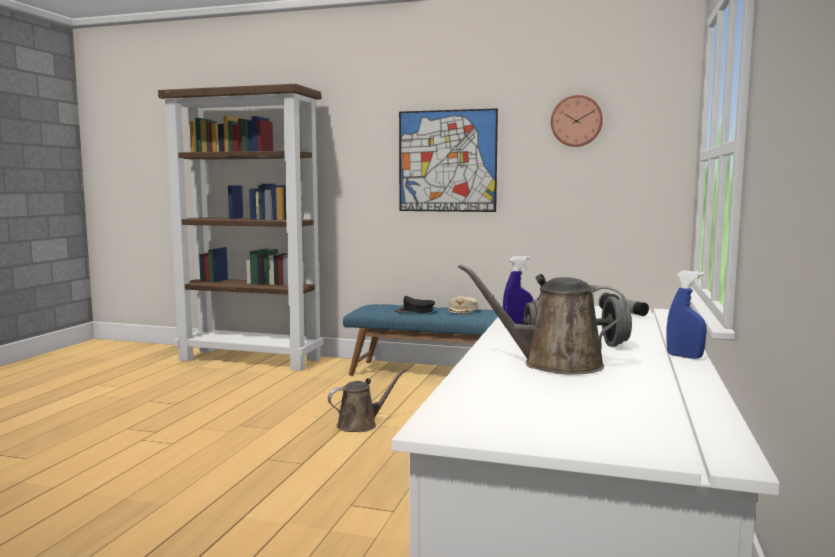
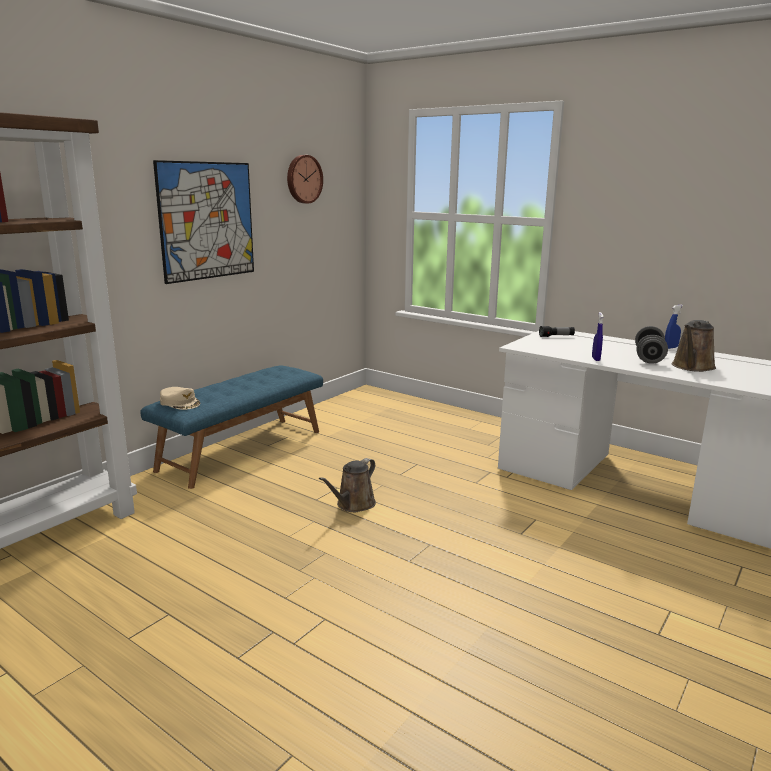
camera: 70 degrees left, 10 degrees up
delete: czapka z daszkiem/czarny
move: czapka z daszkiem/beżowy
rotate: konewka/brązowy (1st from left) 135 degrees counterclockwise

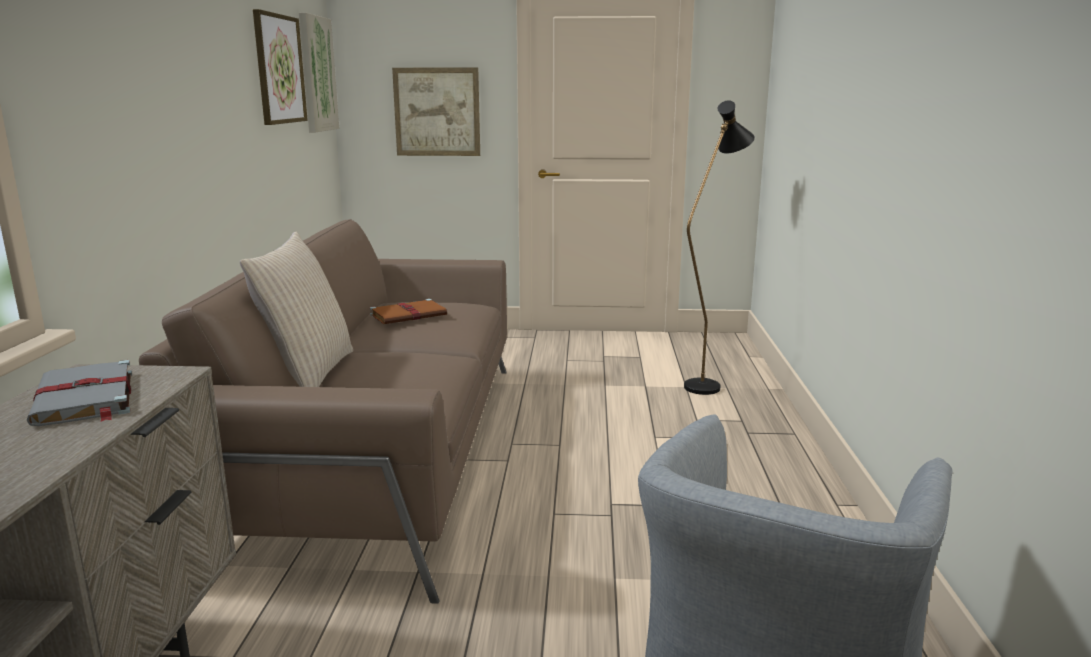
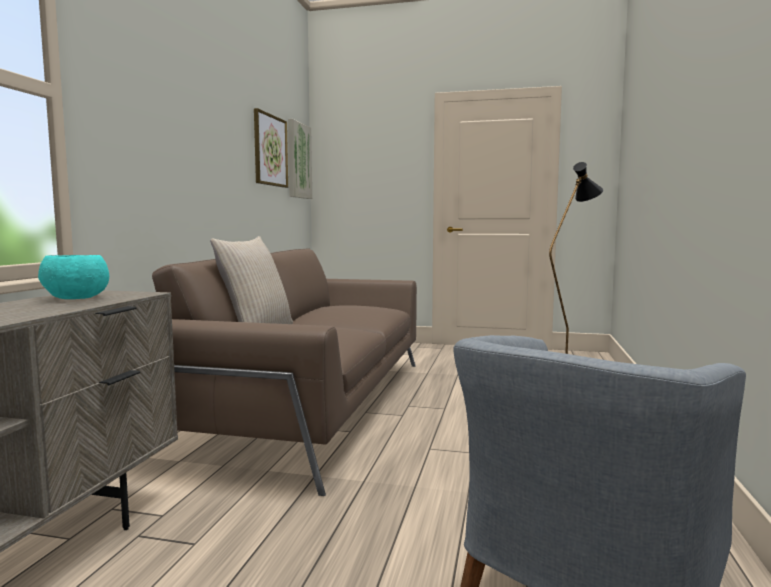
camera: 10 degrees right, 10 degrees down
delete: obraz (3rd from left); książka/brązowy
replace: książka/szary to miska/turkusowy

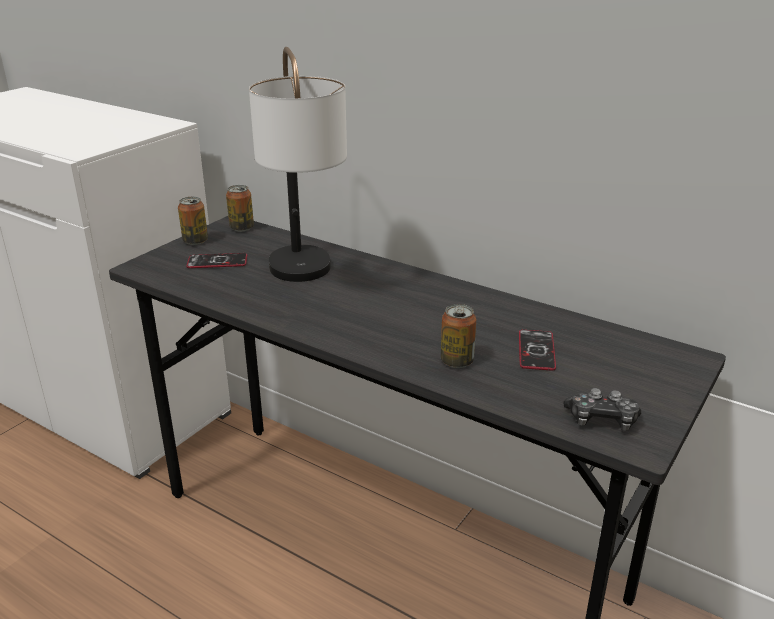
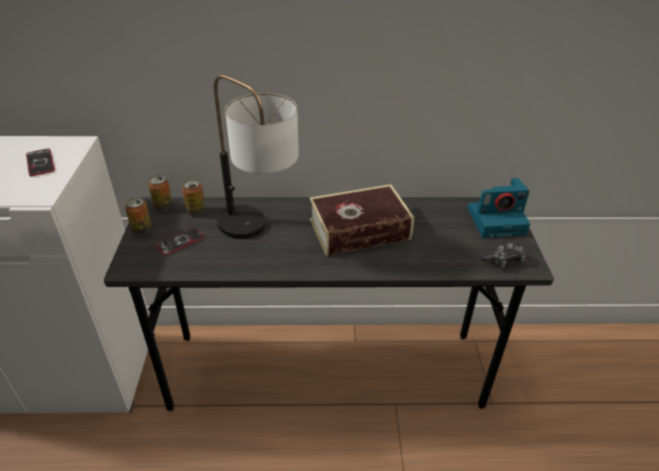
camera: 35 degrees left, 10 degrees up
insert: aparat fotograficzny; książka
move: puszka (3rd from left); telefon (2nd from left in the first image) to telefon (1st from left)

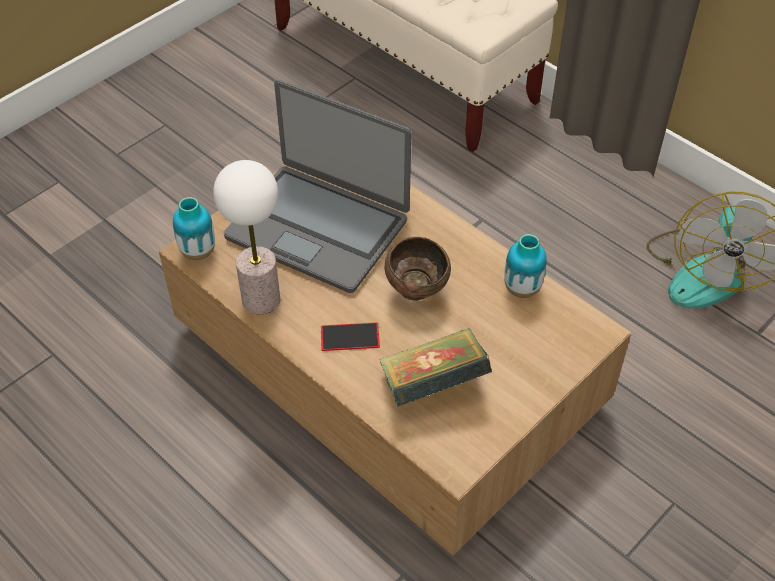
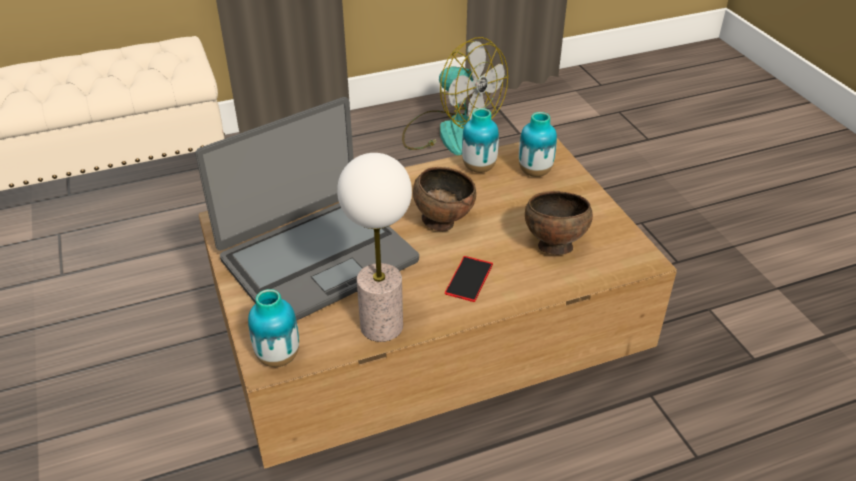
camera: 65 degrees left, 10 degrees down
insert: wazon (3rd from left)
replace: książka to miska/brązowy (2nd from left)

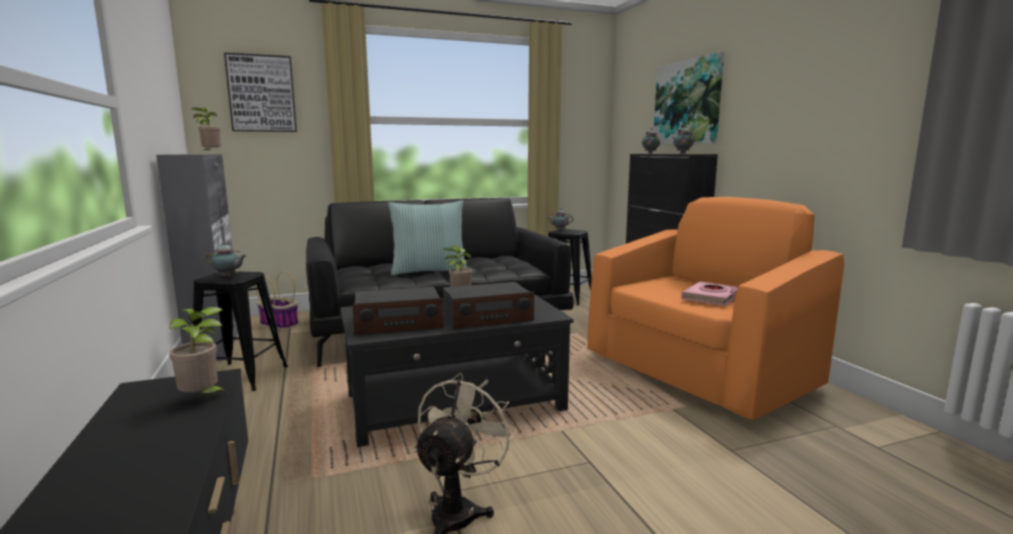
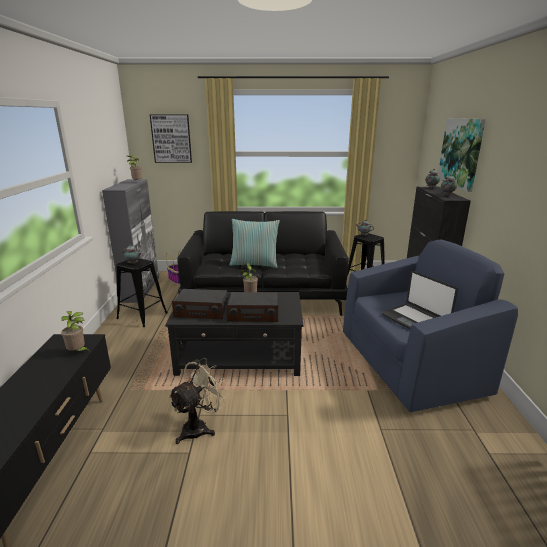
camera: 20 degrees right, 10 degrees up
replace: książka/różowy to laptop
recolor: fotel/pomarańczowy to fotel/niebieski

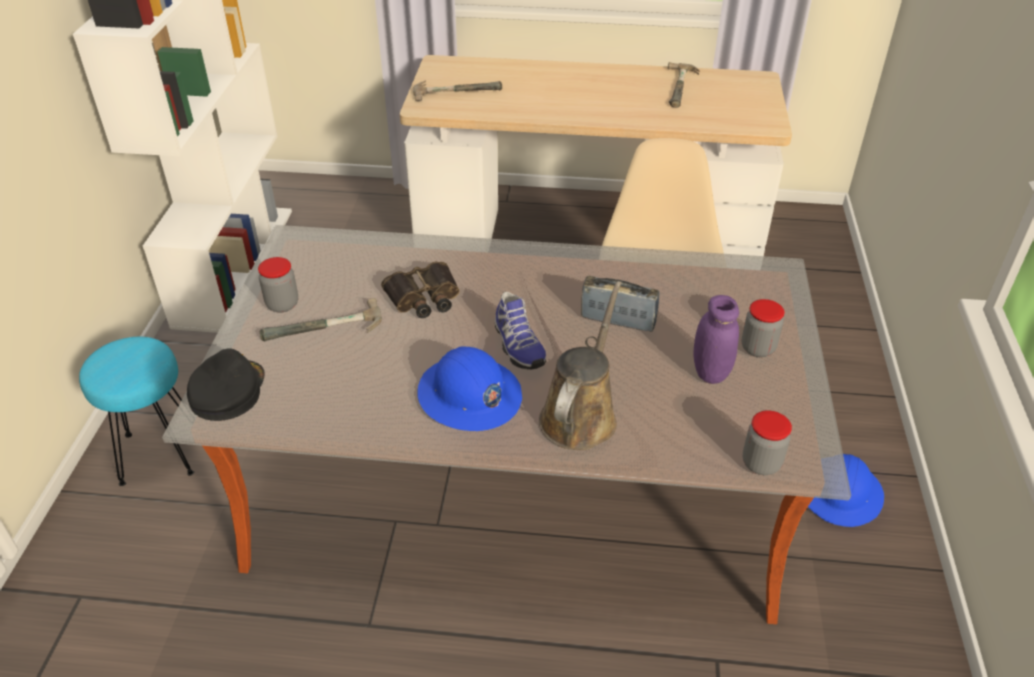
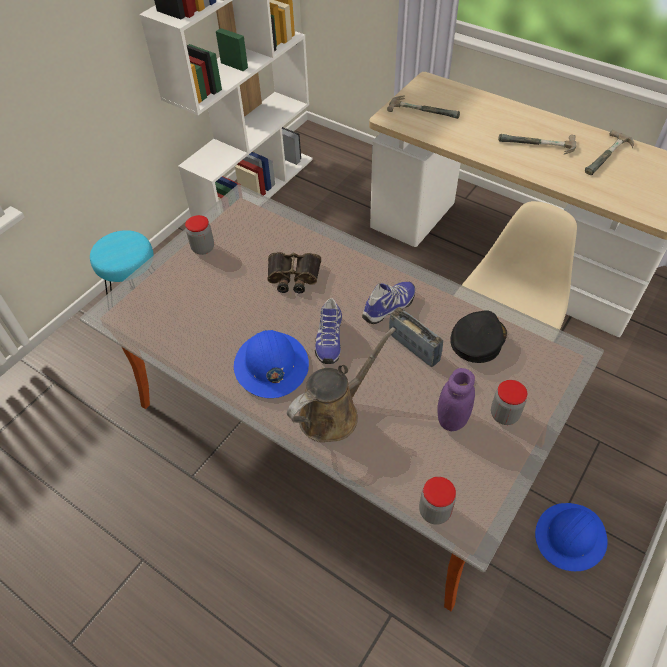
camera: 30 degrees right, 10 degrees up
insert: but (2nd from left)
move: młotek (1st from left in the first image) to młotek (2nd from left); czapka z daszkiem/czarny

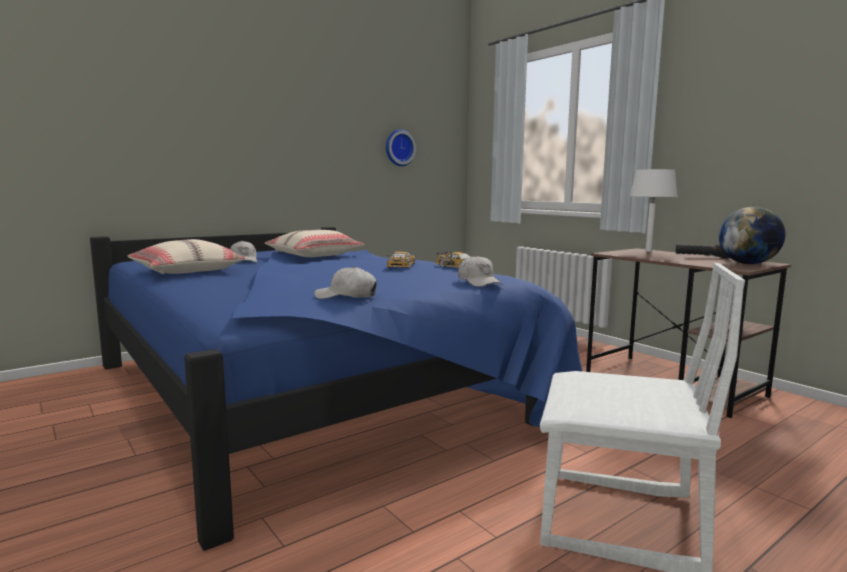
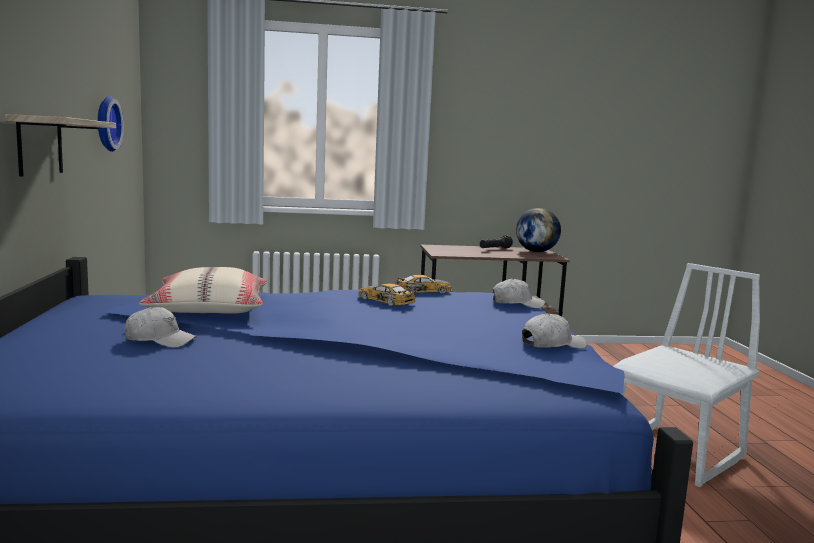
camera: 60 degrees left, 0 degrees up
delete: lampa stołowa/biały; poduszka/beżowy (1st from left)
insert: półka
rotate: czapka z daszkiem/biały (2nd from left in the first image) 150 degrees counterclockwise

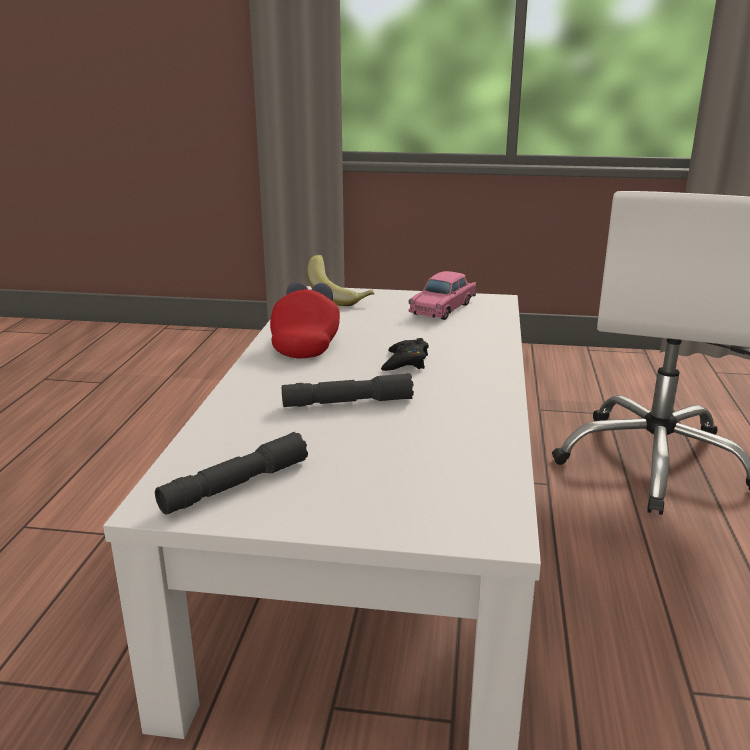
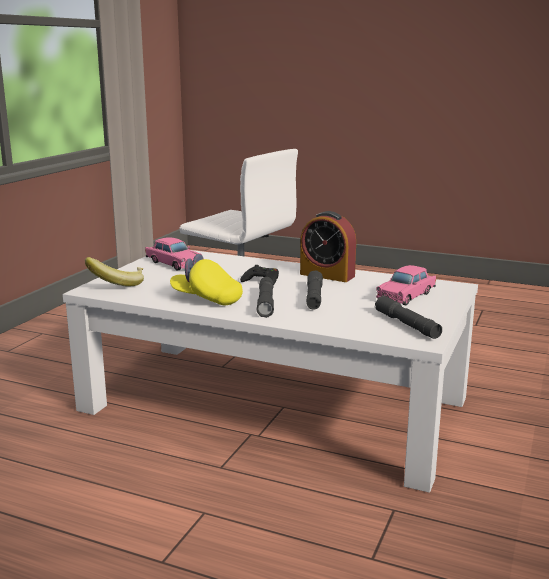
camera: 75 degrees left, 5 degrees down
insert: budzik; samochodzik/różowy (2nd from left); latarka/szary (1st from left)
recolor: czapka z daszkiem/czerwony to czapka z daszkiem/żółty

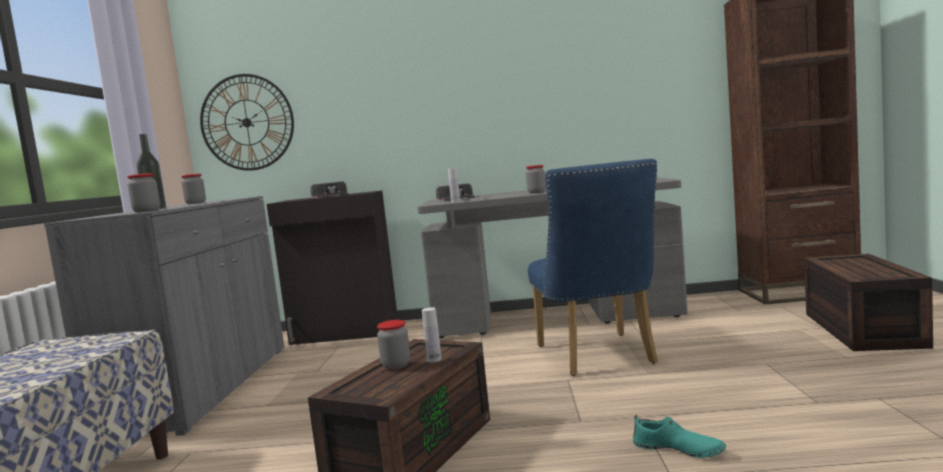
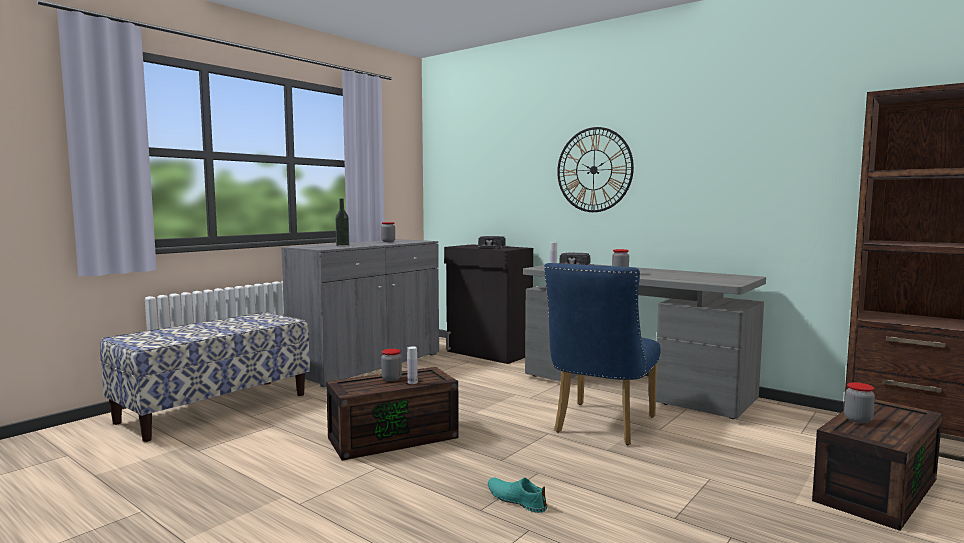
camera: 35 degrees right, 0 degrees up
move: zegar ścienny; słoik (1st from left in the first image) to słoik (4th from left)
rotate: but/turkusowy 150 degrees clockwise

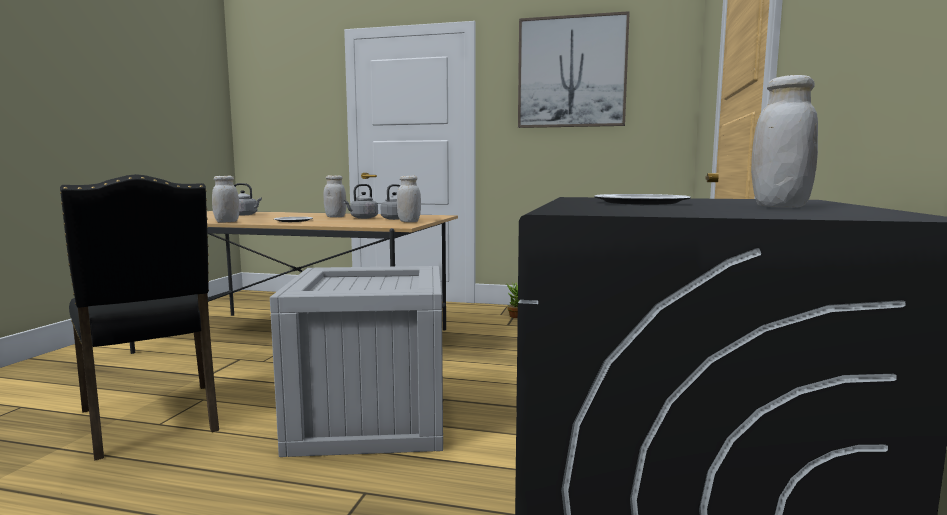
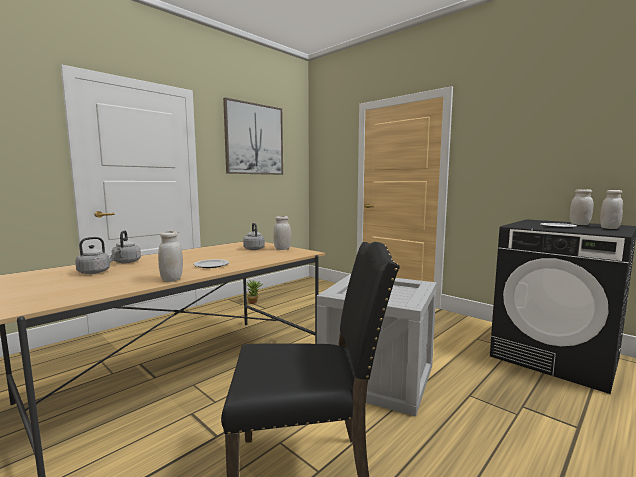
camera: 60 degrees left, 0 degrees up
move: słoik/biały (2nd from left in the first image) to słoik/biały (4th from left); czajnik/szary (2nd from left)

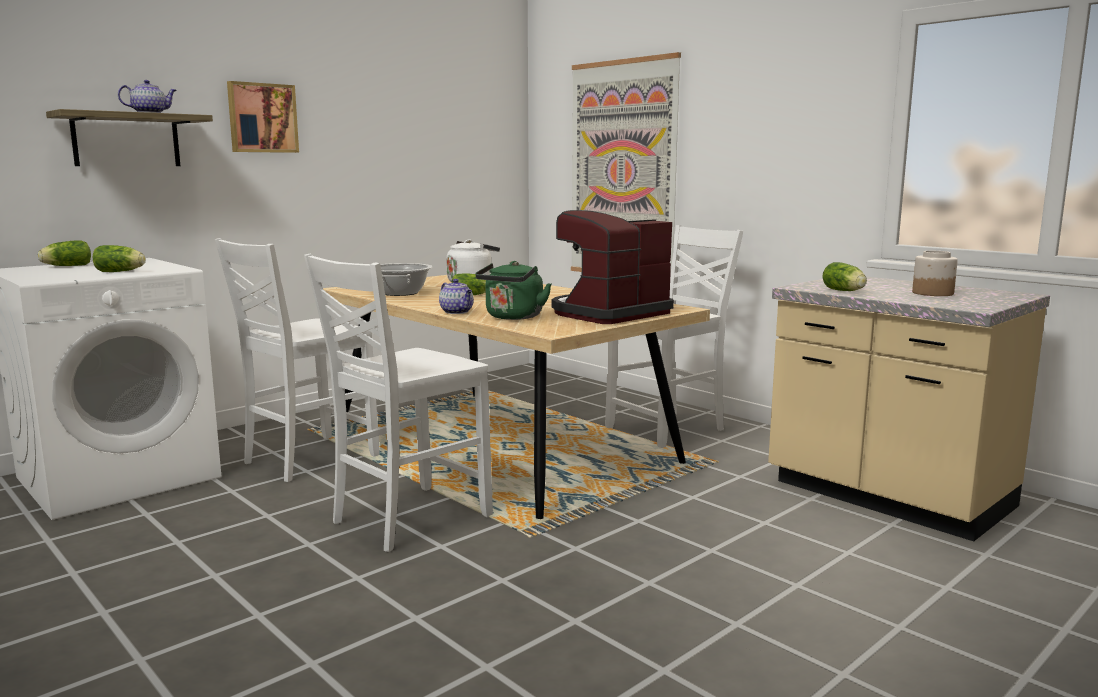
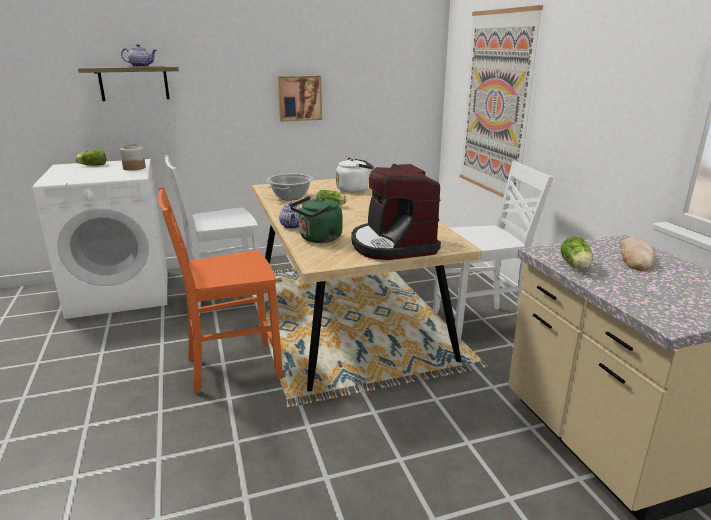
camera: 25 degrees right, 10 degrees up
delete: sałata (2nd from left)
insert: chleb
move: obraz (1st from left); słoik
recolor: krzesło/biały (2nd from left) to krzesło/pomarańczowy
rotate: ekspres do kawy 90 degrees counterclockwise

